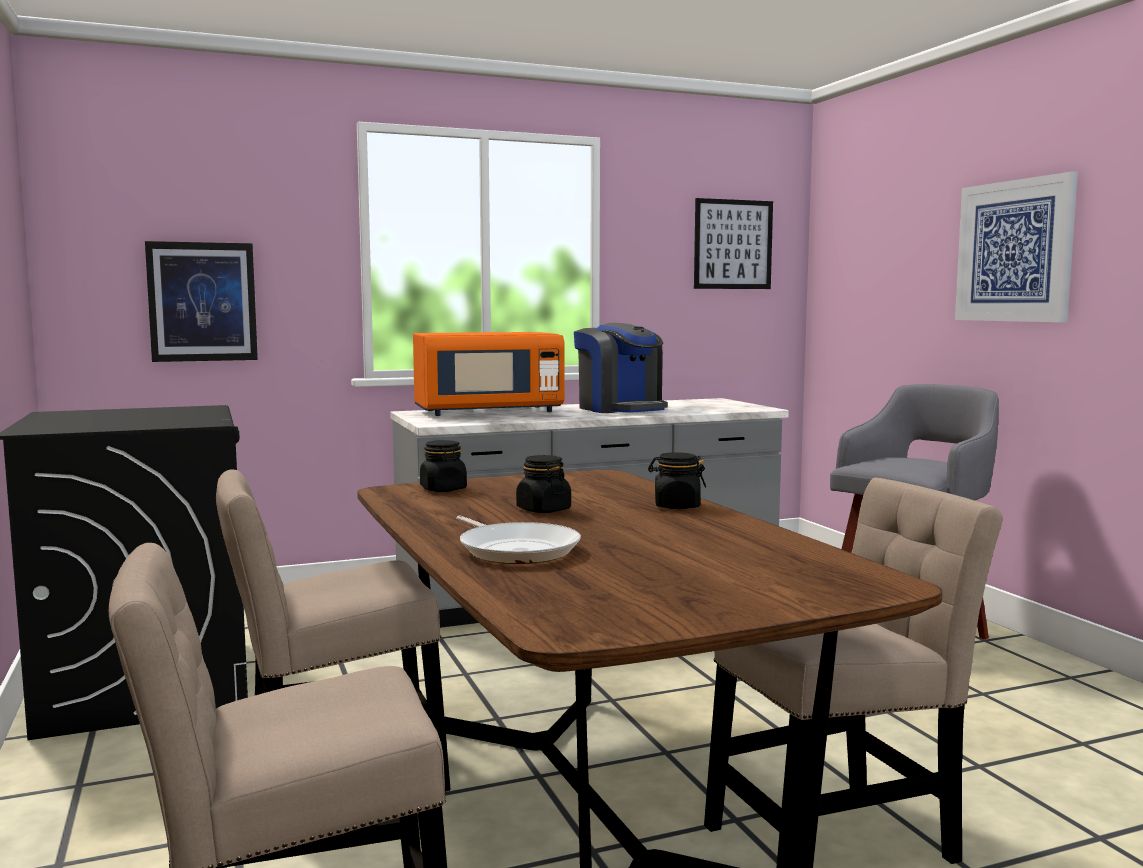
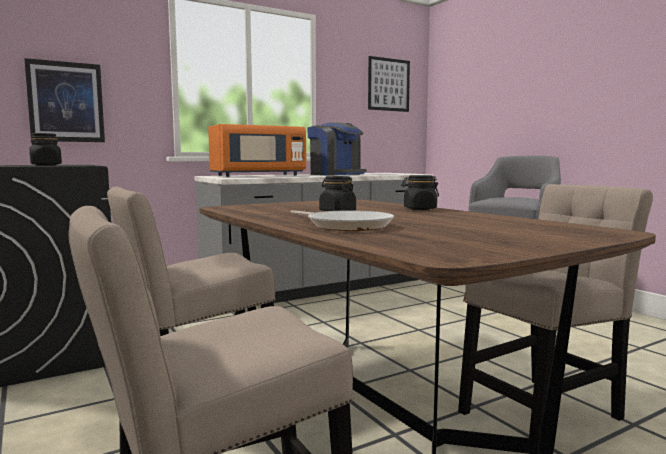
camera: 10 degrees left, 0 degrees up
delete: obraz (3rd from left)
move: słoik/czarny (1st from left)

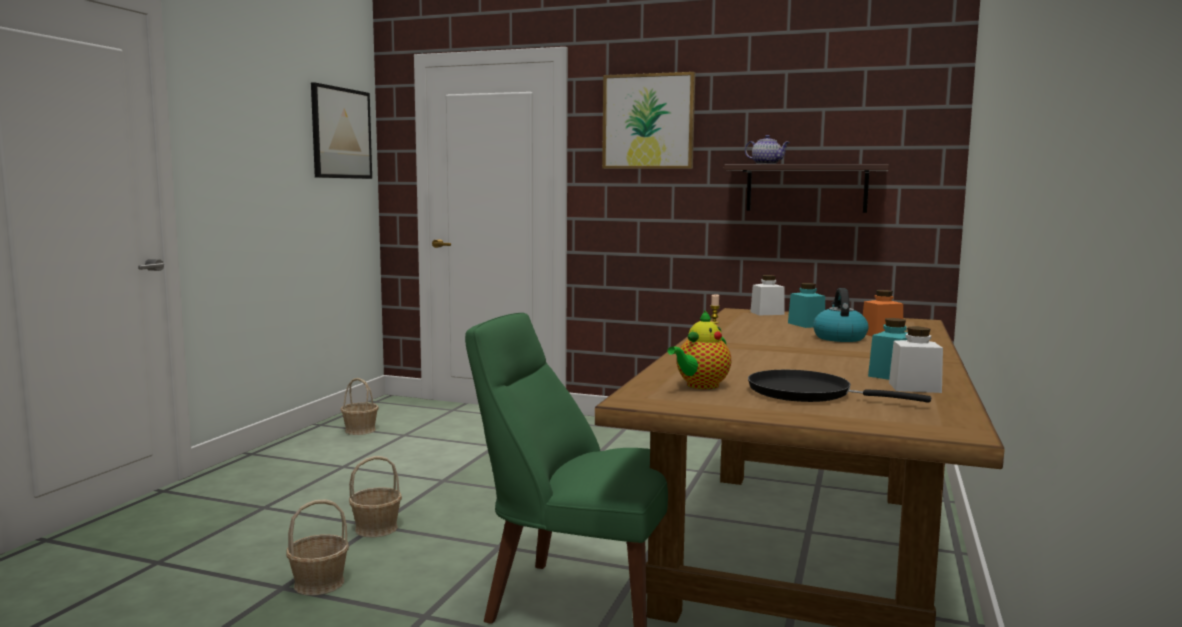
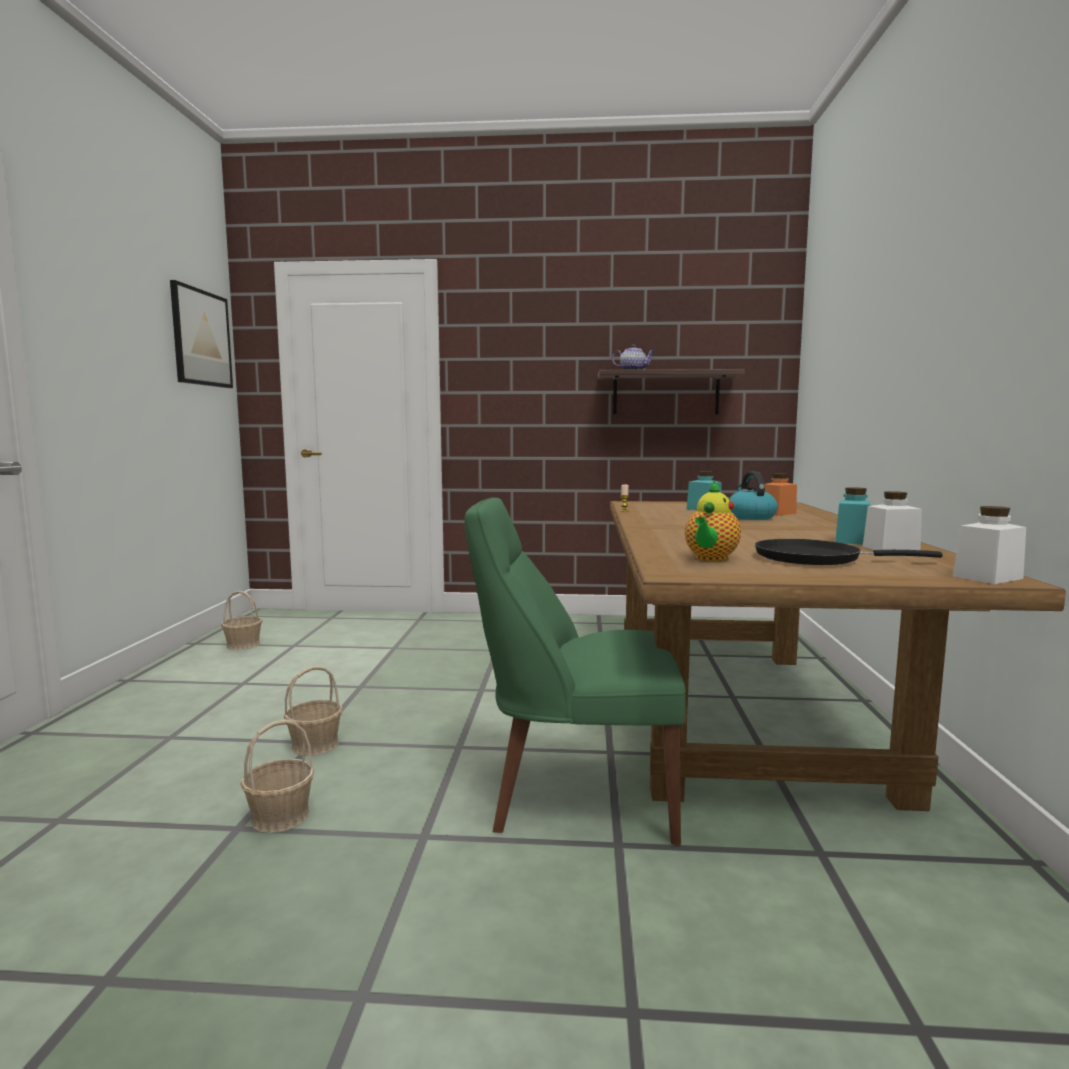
camera: 15 degrees left, 0 degrees up
delete: obraz (2nd from left)
move: słoik/biały (1st from left in the first image) to słoik/biały (2nd from left)

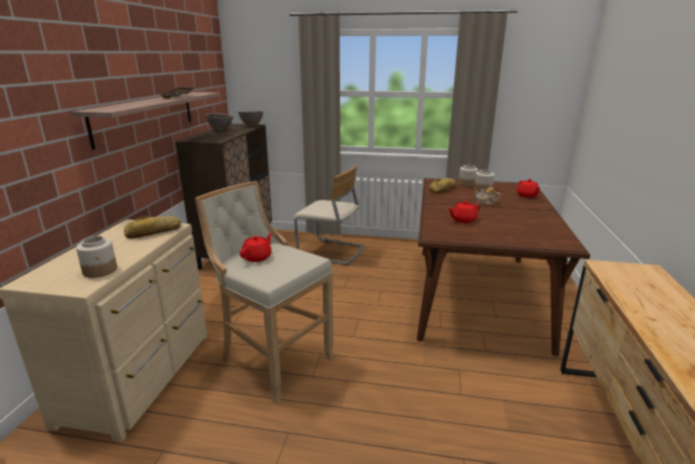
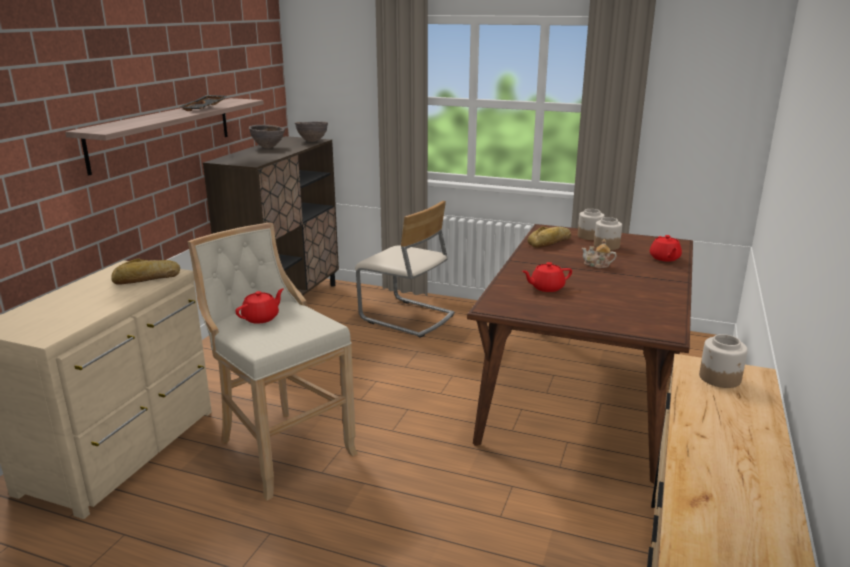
camera: 10 degrees right, 0 degrees up
move: słoik (1st from left in the first image) to słoik (3rd from left)

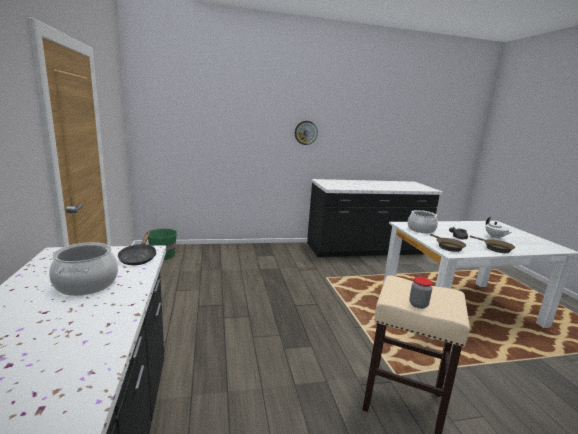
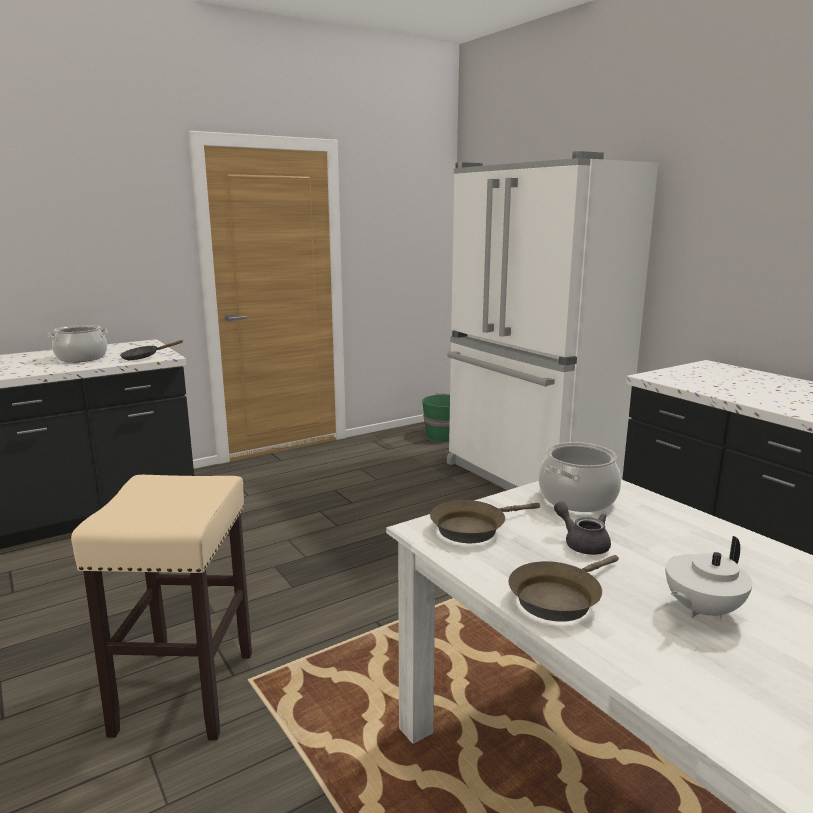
camera: 70 degrees right, 0 degrees up
delete: zegar ścienny; słoik
insert: lodówka/biały

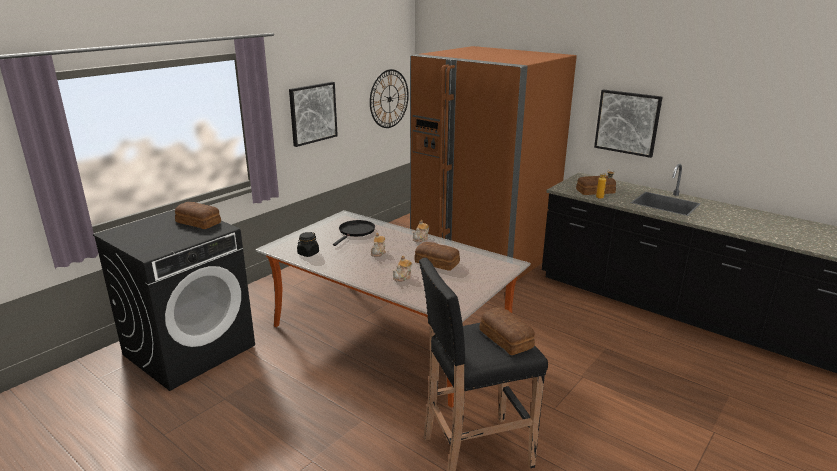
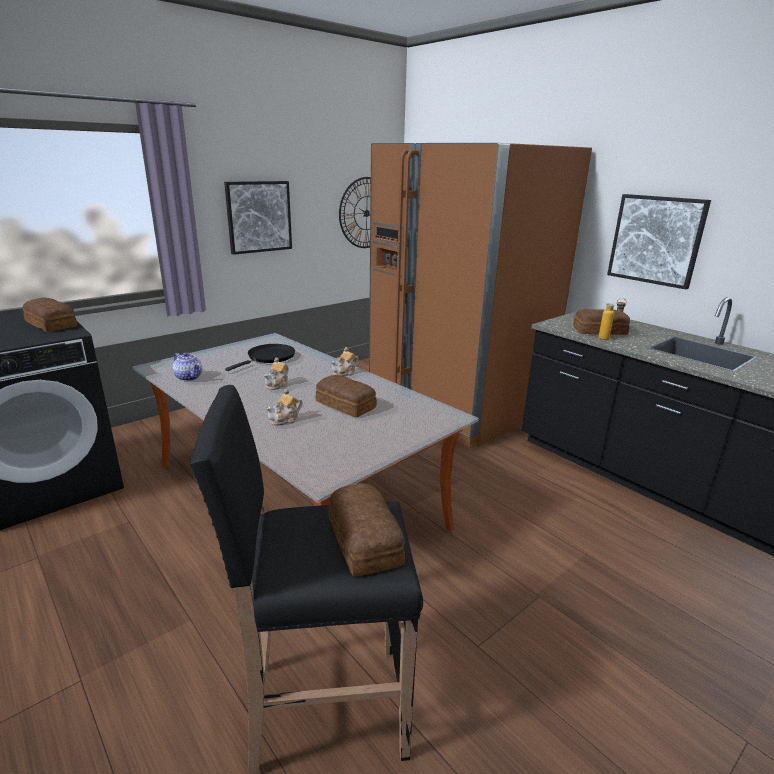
camera: 10 degrees right, 0 degrees up
replace: słoik/czarny to imbryk (1st from left)

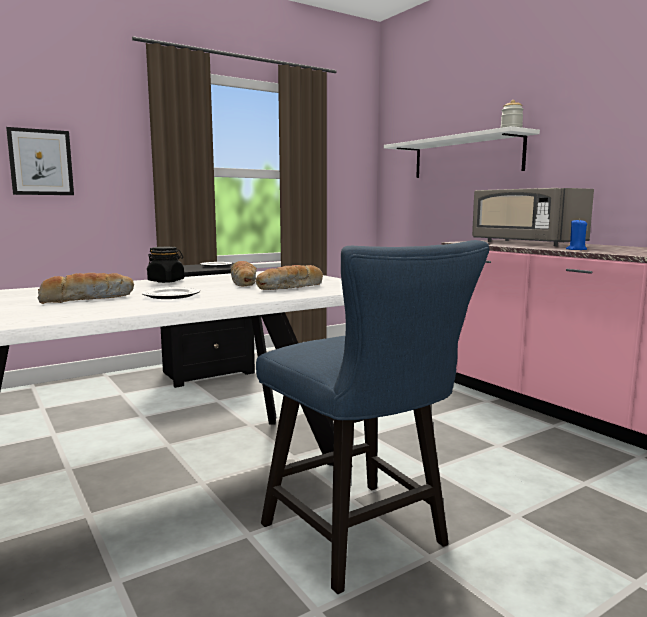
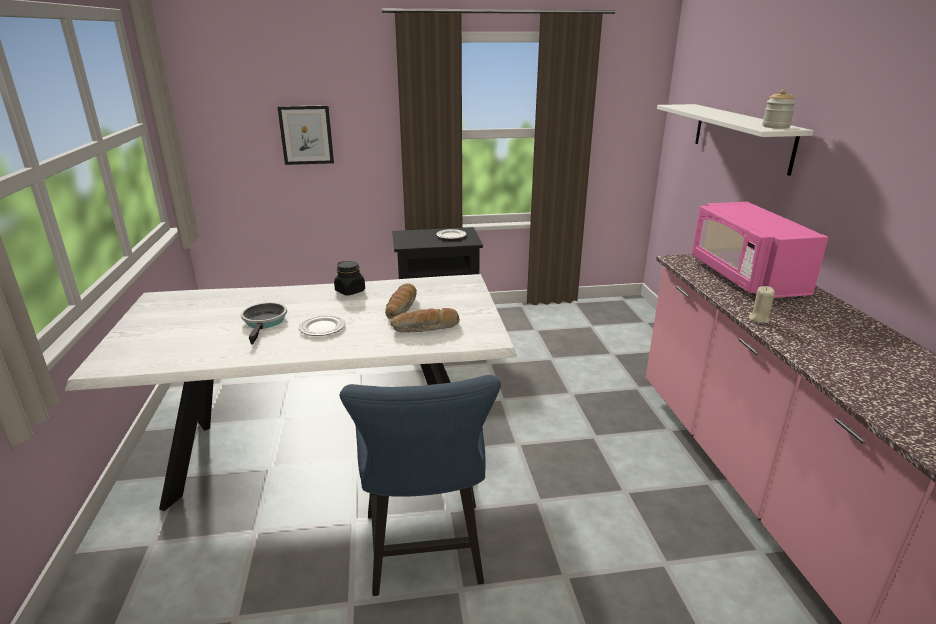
camera: 25 degrees right, 15 degrees up
replace: chleb (1st from left) to patelnia
recolor: mikrofalówka/szary to mikrofalówka/różowy; świeca/niebieski to świeca/beżowy

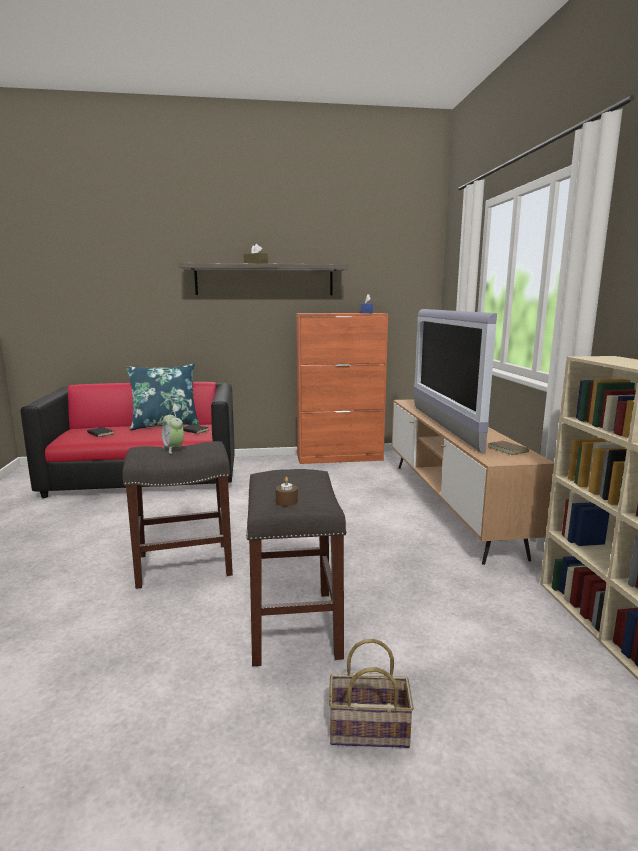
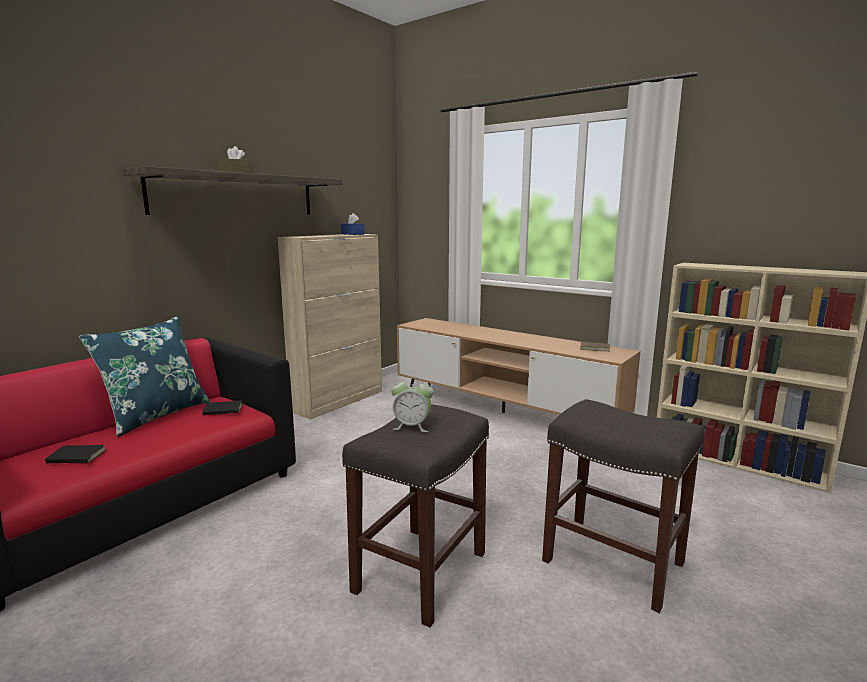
camera: 45 degrees left, 0 degrees up
delete: telewizor; świeca/brązowy; koszyk
recolor: szafka/pomarańczowy to szafka/beżowy

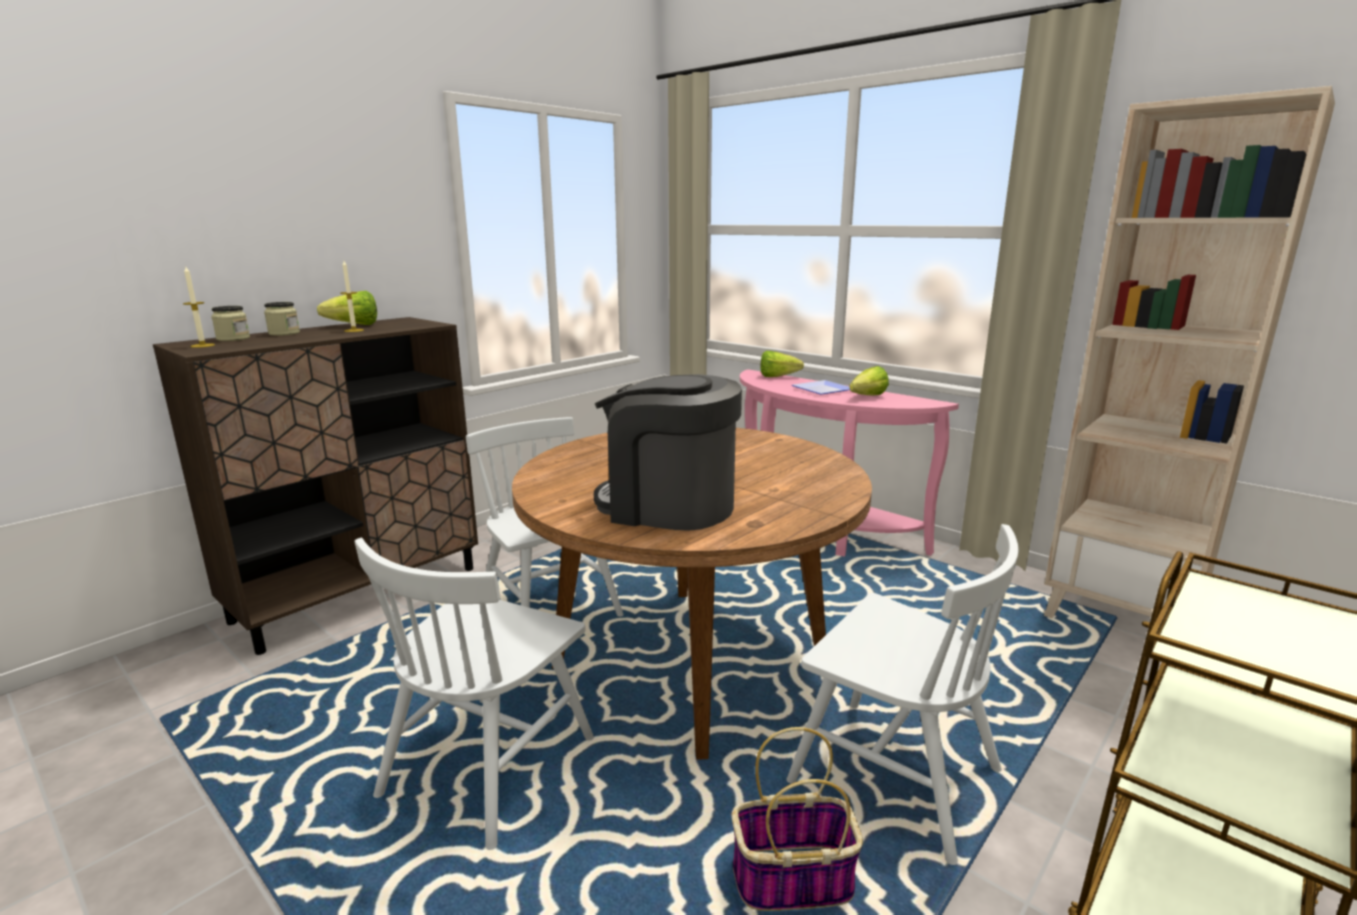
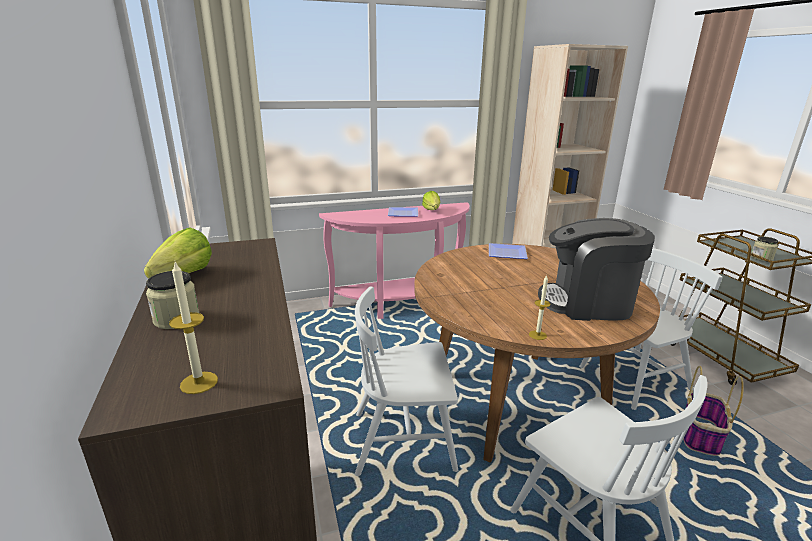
camera: 60 degrees left, 5 degrees up
delete: sałata (2nd from left)
insert: talerz (2nd from left)
move: świeca (2nd from left); słoik (1st from left in the first image) to słoik (2nd from left)
rotate: ekspres do kawy 45 degrees clockwise

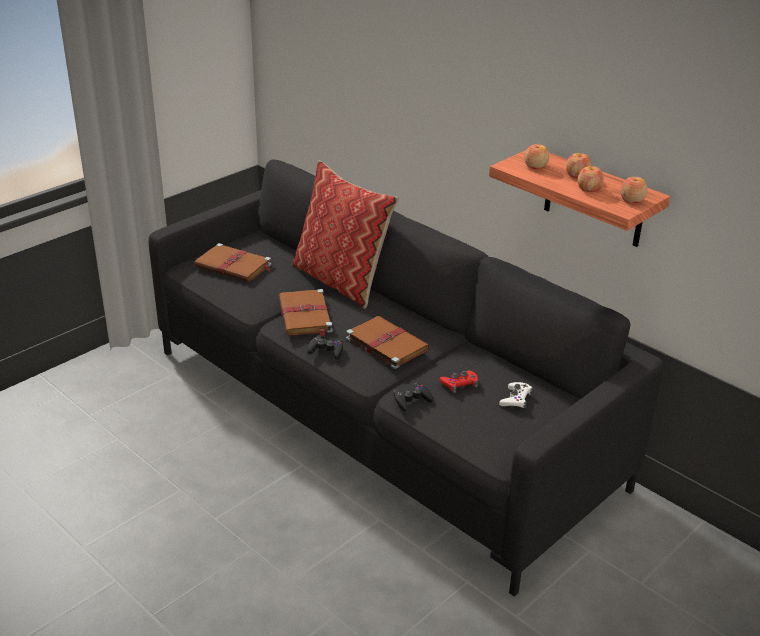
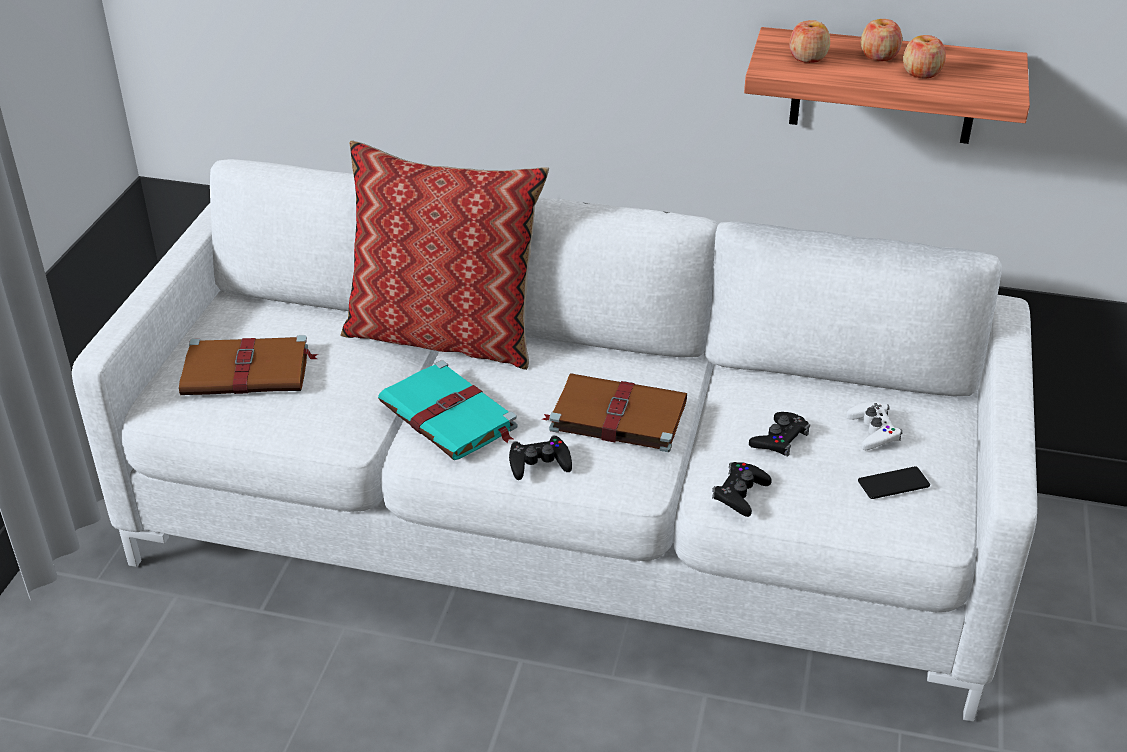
camera: 30 degrees left, 5 degrees up
delete: jabłko (4th from left)
insert: telefon
recolor: kanapa/czarny to kanapa/biały; książka/brązowy (2nd from left) to książka/turkusowy; pad do gier/czerwony to pad do gier/czarny (3rd from left)

